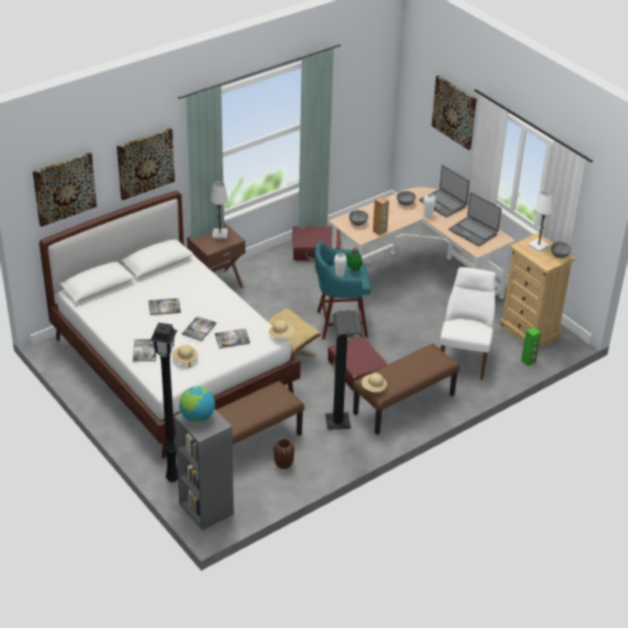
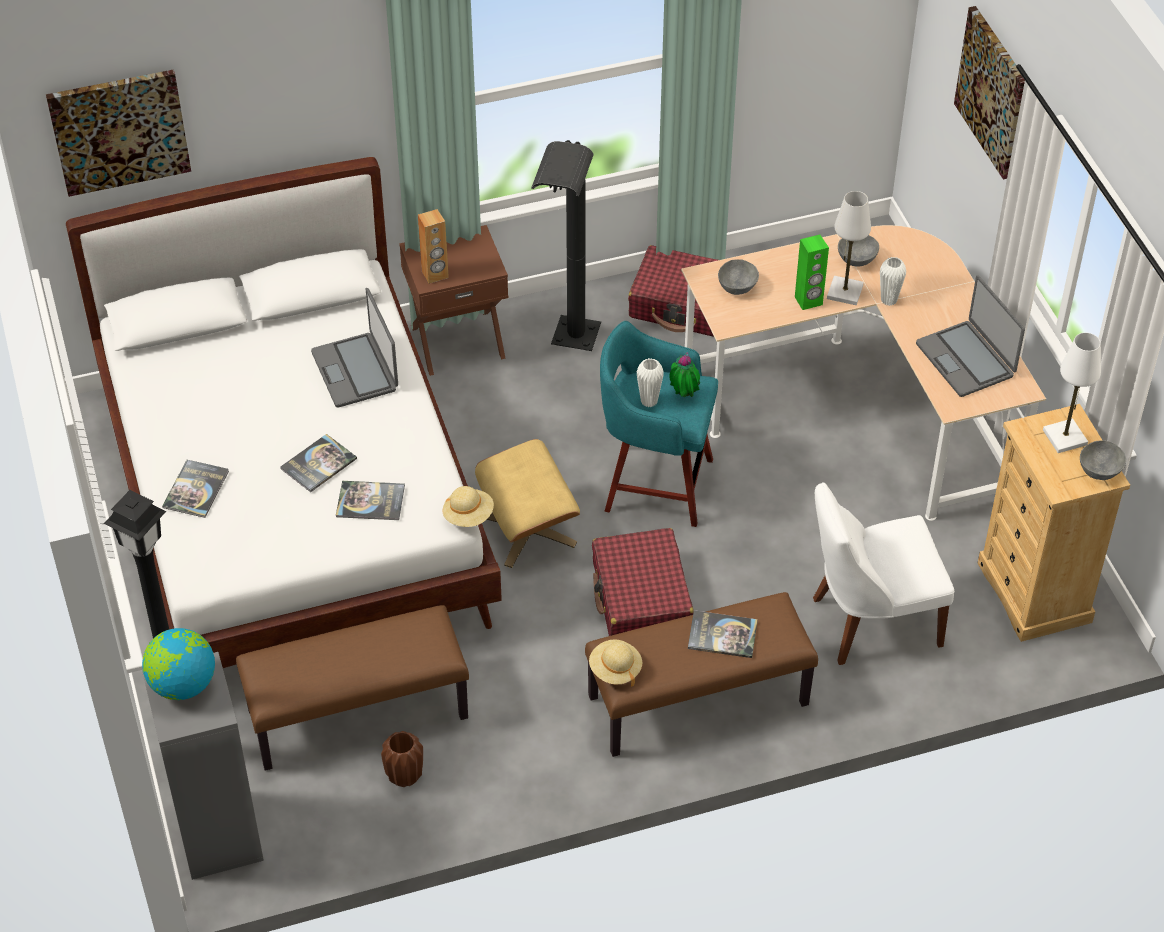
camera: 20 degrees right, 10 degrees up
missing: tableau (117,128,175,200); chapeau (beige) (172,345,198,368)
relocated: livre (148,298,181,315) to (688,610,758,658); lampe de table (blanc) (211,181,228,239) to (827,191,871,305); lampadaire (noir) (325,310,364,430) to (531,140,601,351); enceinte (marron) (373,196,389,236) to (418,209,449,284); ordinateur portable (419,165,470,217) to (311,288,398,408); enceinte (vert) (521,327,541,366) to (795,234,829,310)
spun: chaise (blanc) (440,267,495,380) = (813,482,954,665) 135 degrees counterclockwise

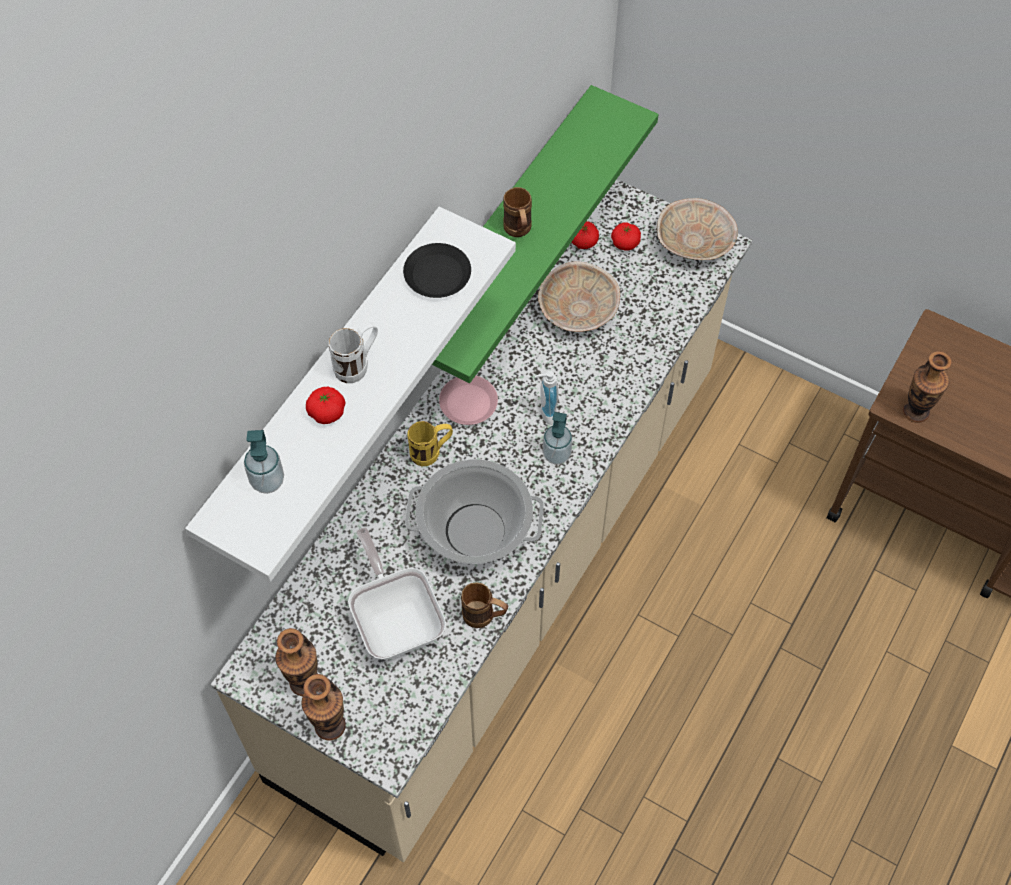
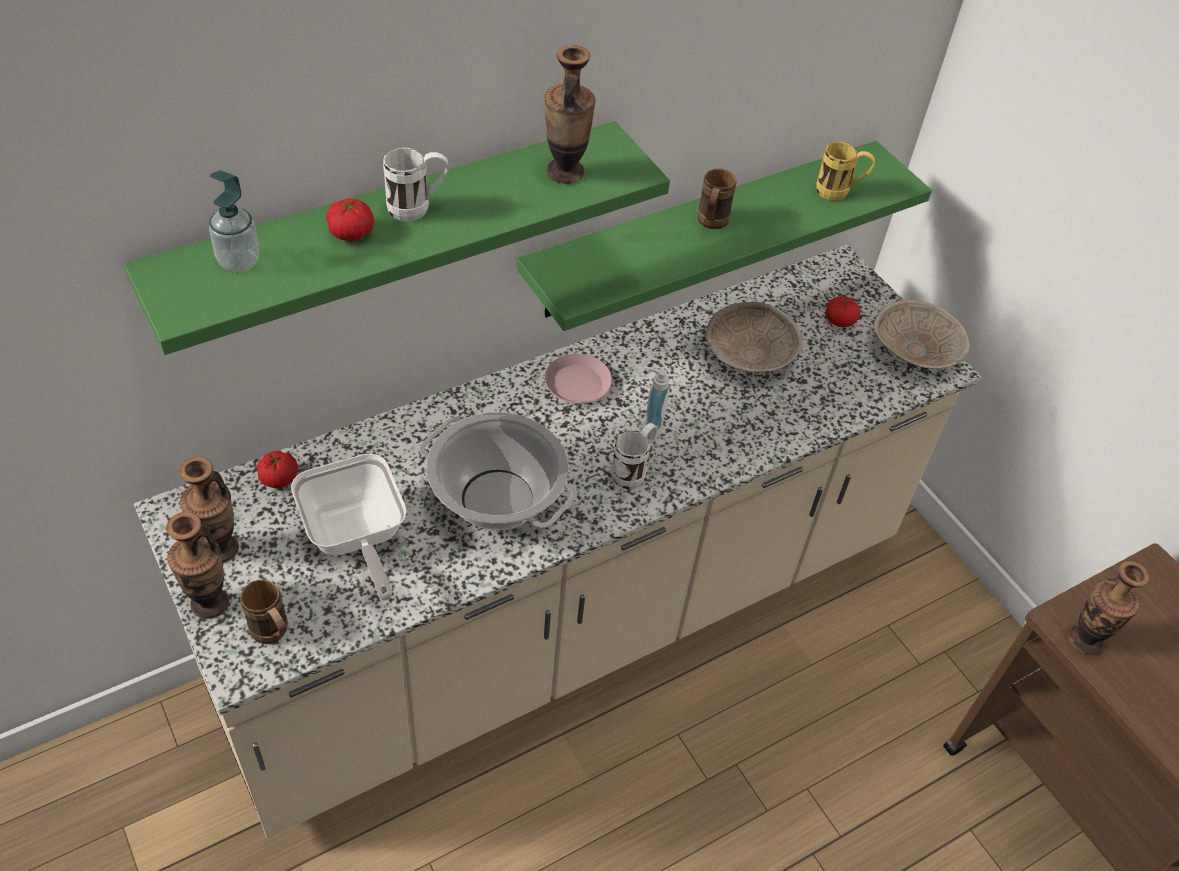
camera: 25 degrees right, 10 degrees down
relocated: mug (jaune) (408,421,453,466) to (816,142,875,201); mug (marron) (461,582,508,628) to (240,580,288,644); tomate (571,221,599,249) to (257,451,298,488)
exchanged: assiette (noir) (403,243,471,298) to vase (545,45,596,184); distributeur de savon (543,412,572,464) to mug (blanc) (611,423,658,489)
colour: étagère (blanc) (185,207,516,582) to étagère (vert) (124,121,670,355)
spun: poêle (348,527,446,660) = (291,453,407,601) 150 degrees clockwise

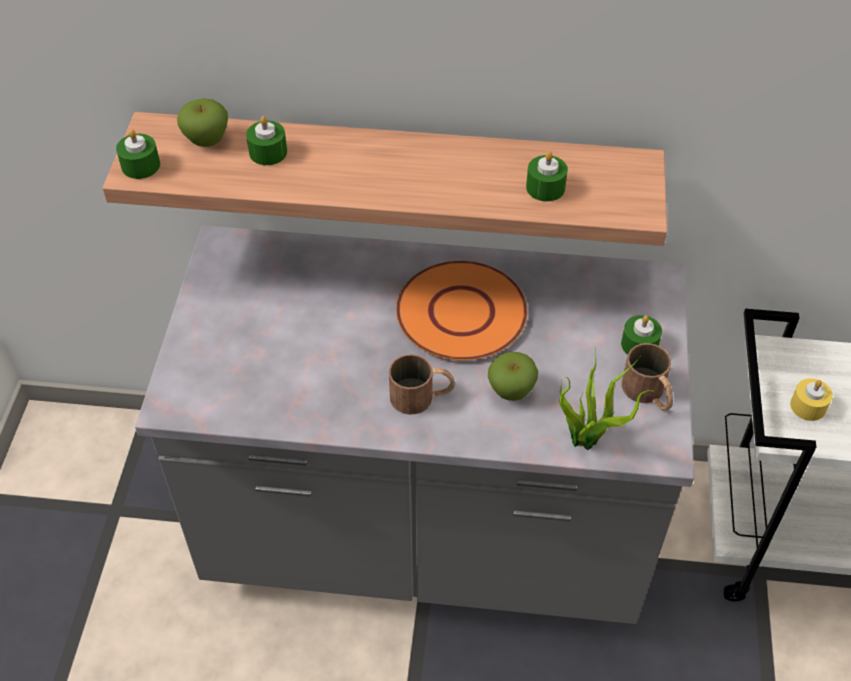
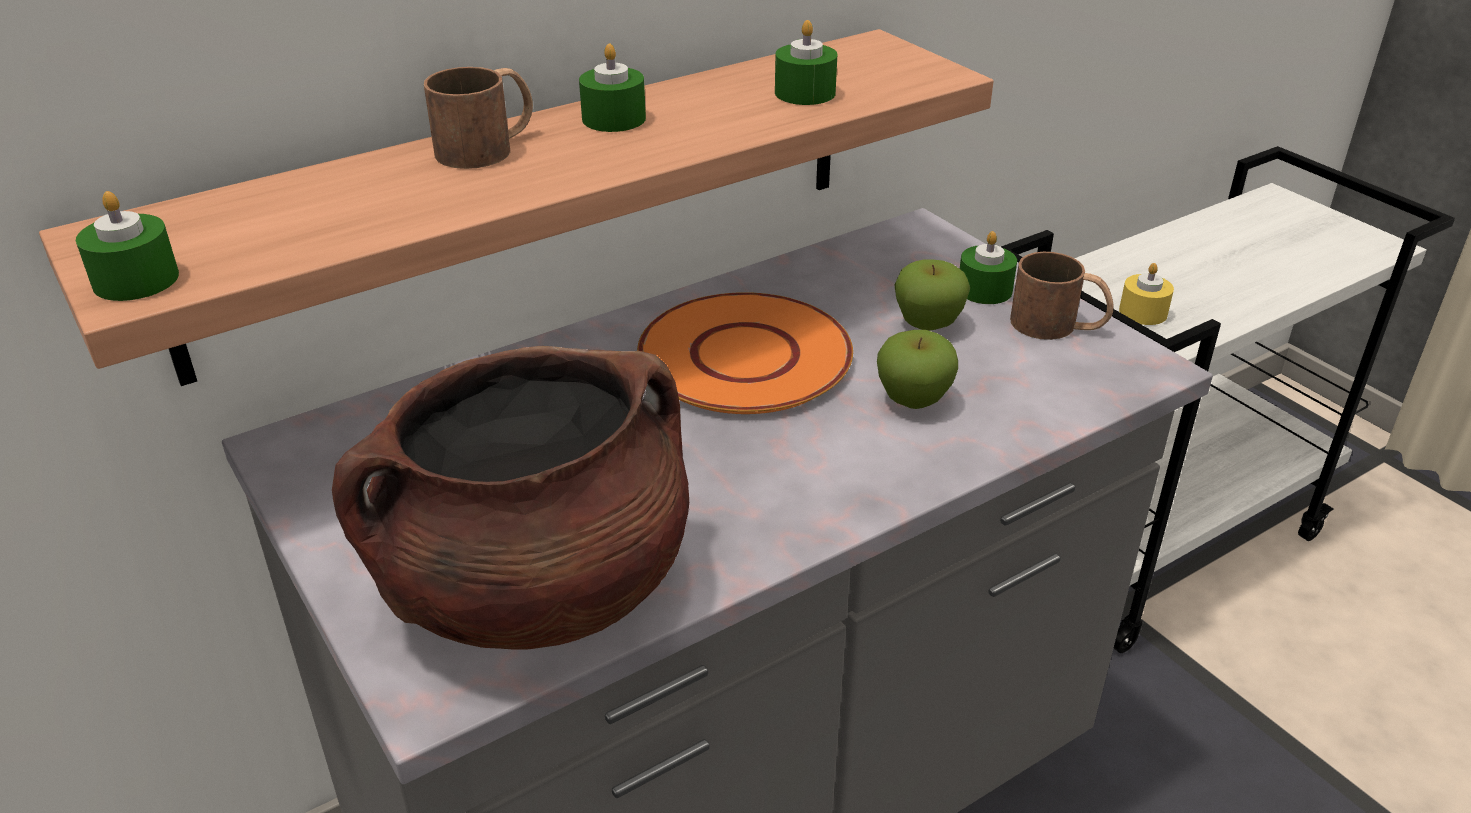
camera: 40 degrees left, 15 degrees down
missing: plante en pot (559,346,652,451)
appeared: marmite (marron) (332,346,689,650)
relocated: pomme (177,98,228,147) to (894,260,970,331); bougie (vert) (246,116,287,165) to (579,43,646,132); mug (marron) (389,354,455,415) to (424,67,533,169)

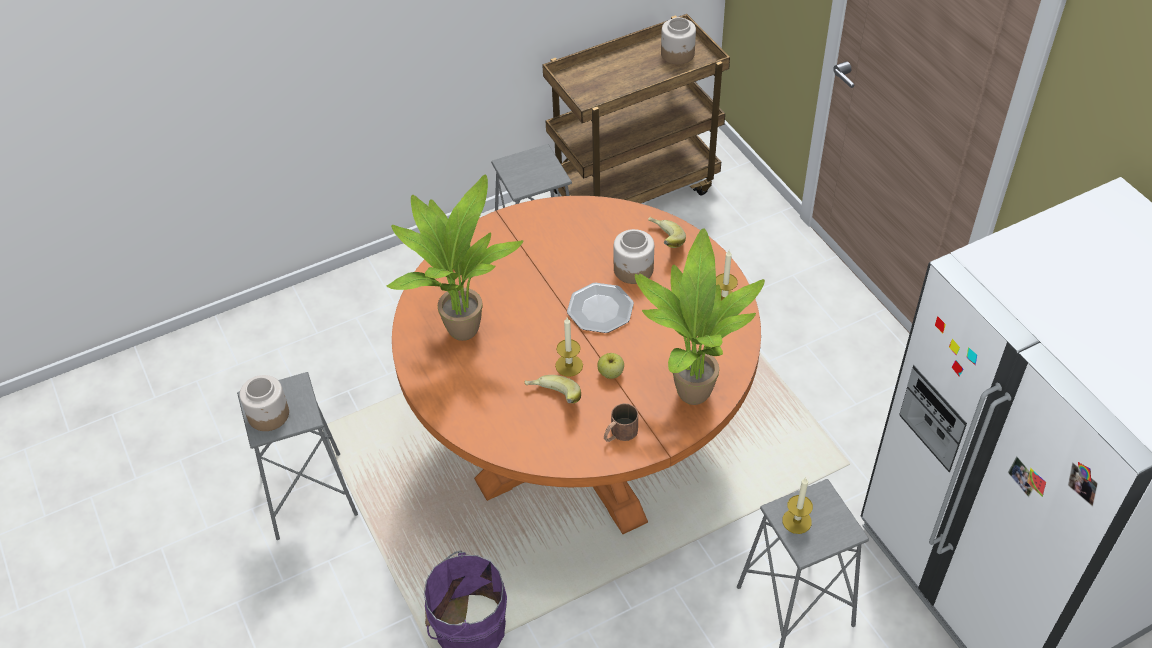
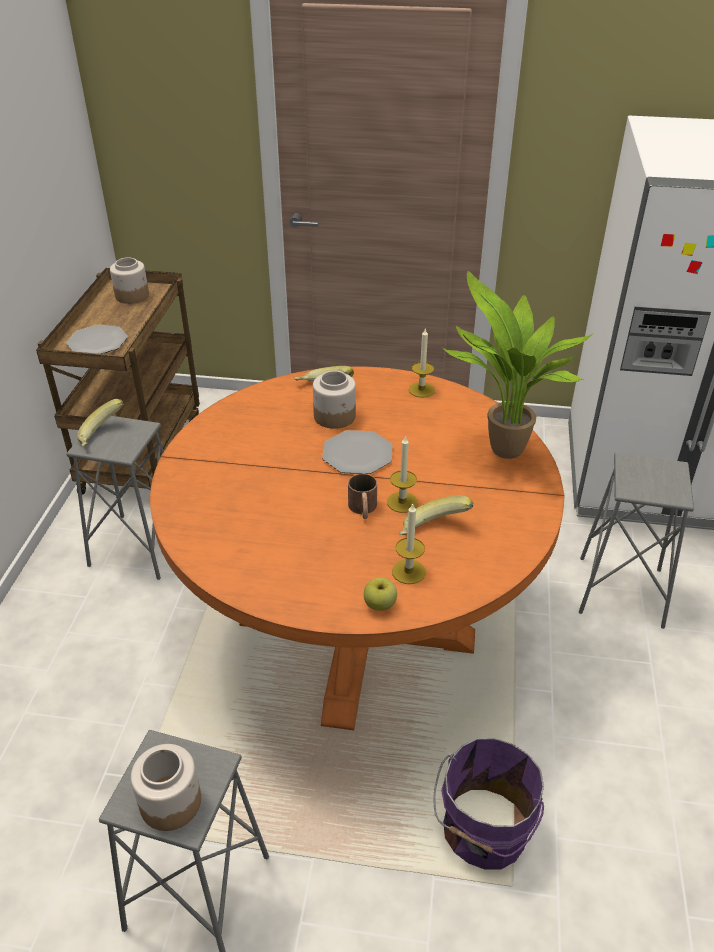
camera: 55 degrees left, 10 degrees down
missing: plante en pot (387,175,524,341)
appeared: assiette (66,325,128,354); banane (77,399,124,447)
relocated: pomme (597,353,624,379) to (364,577,397,611); mug (marron) (604,403,638,442) to (348,473,377,519); bougie (782,478,813,534) to (392,503,426,584)

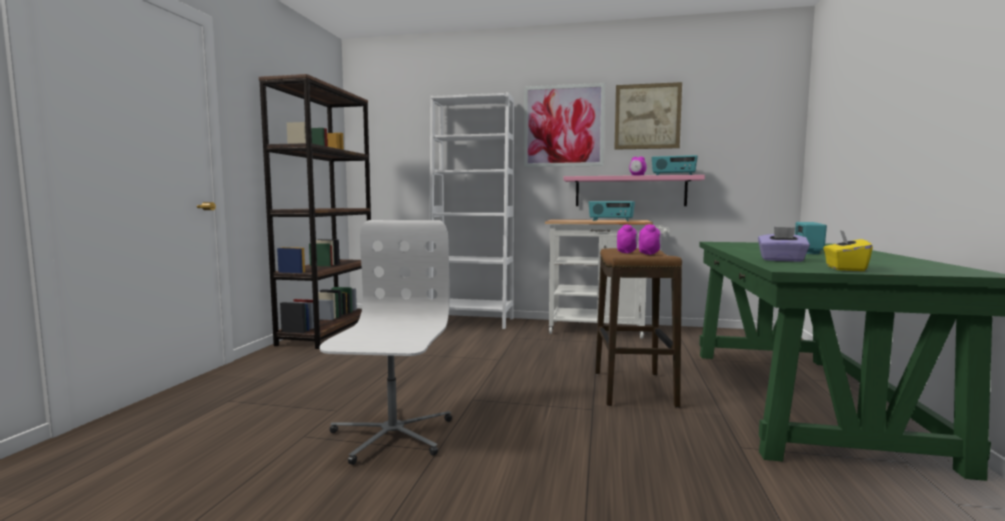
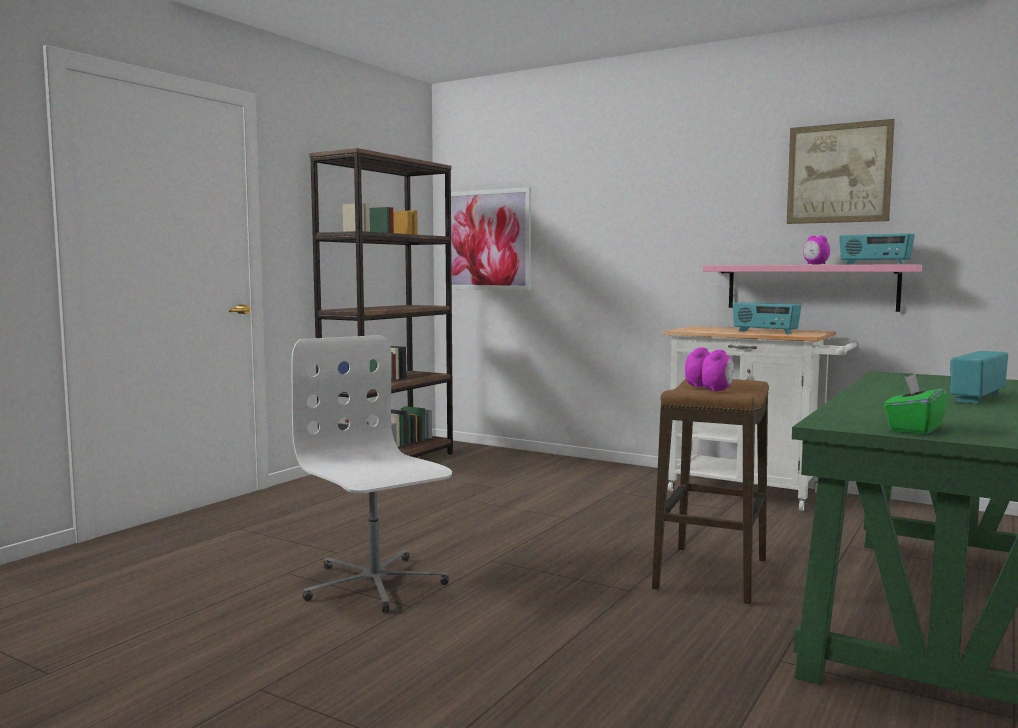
camera: 20 degrees right, 0 degrees up
missing: bibliothèque (blanc) (429,92,514,329); boîte à mouchoirs (violet) (758,227,810,262)
relocated: tableau (524,83,605,167) to (451,187,531,290)
colour: boîte à mouchoirs (jaune) (823,230,873,271) to boîte à mouchoirs (vert) (884,374,948,434)
spun: chaise de bureau (blanc) (319,220,452,465) = (291,335,452,612) 60 degrees counterclockwise

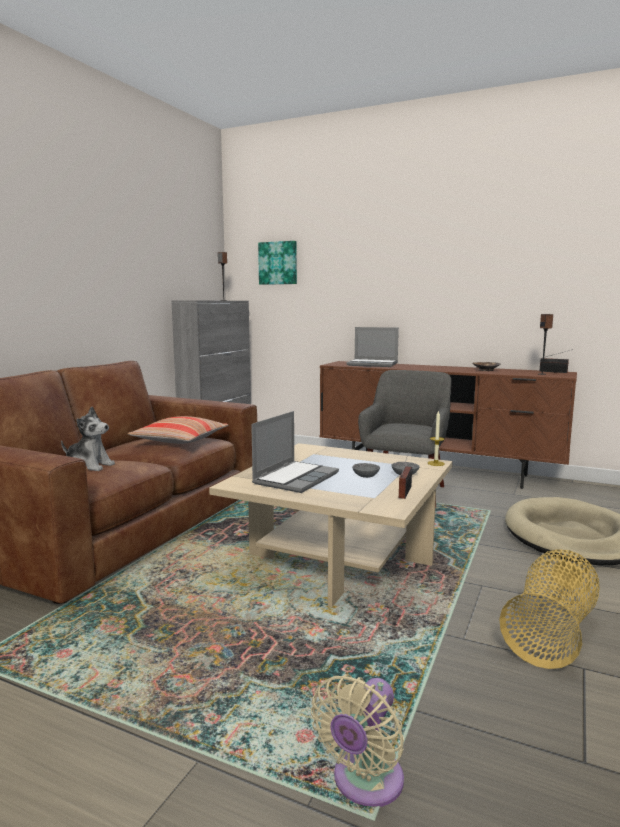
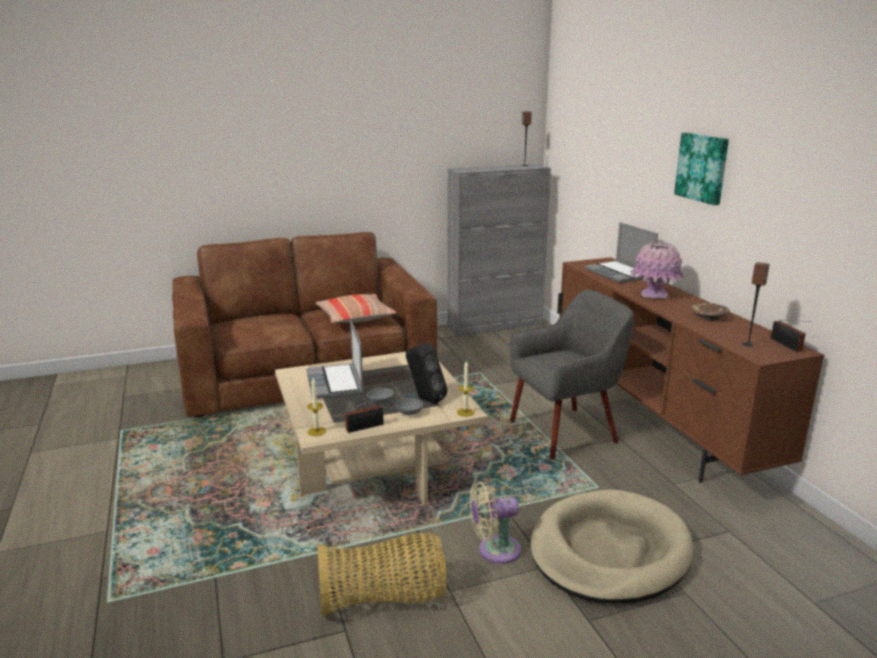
camera: 45 degrees right, 10 degrees up
missing: peluche (61,407,115,471)
appeared: bougie (307,378,326,436); enceinte (noir) (406,342,448,404); vase (rose) (630,242,685,299)
relocated: tableau (258,241,297,285) to (674,133,729,205); ventilateur (beige) (311,674,404,807) to (470,482,521,564)
spun: ordinateur portable (251,411,339,493) = (306,320,364,399) 90 degrees clockwise

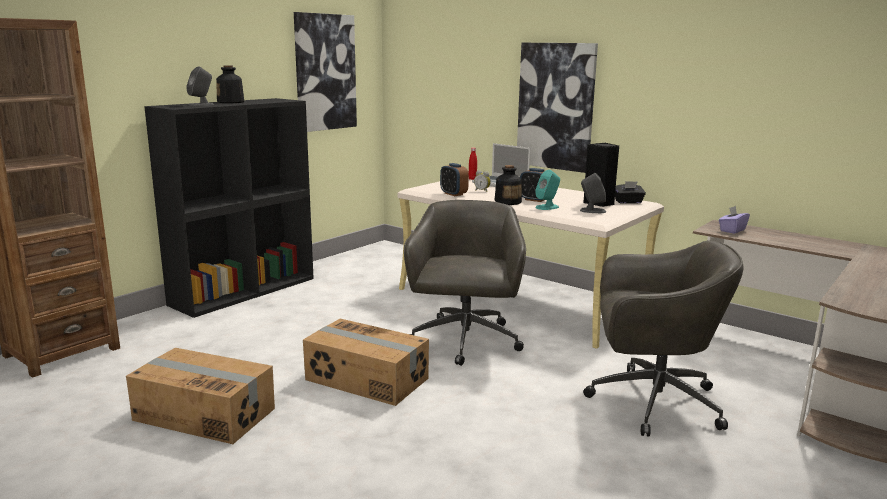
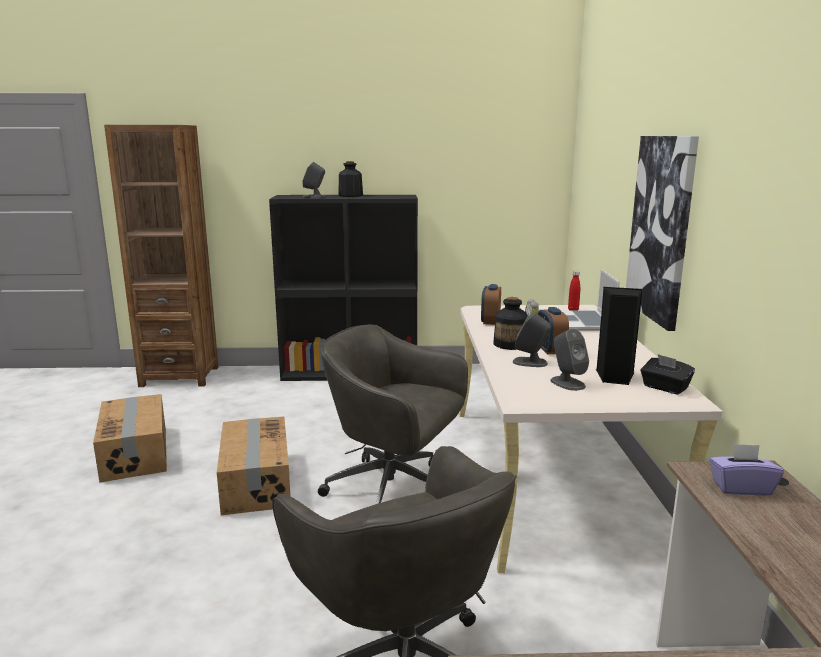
camera: 50 degrees right, 0 degrees up
missing: tableau (294,12,357,132)
colour: enceinte (turquoise) (535,170,560,210) to enceinte (gris) (513,312,551,367)
spun: chaise de bureau (gris) (404,200,526,366) = (318,325,468,504) 120 degrees counterclockwise

